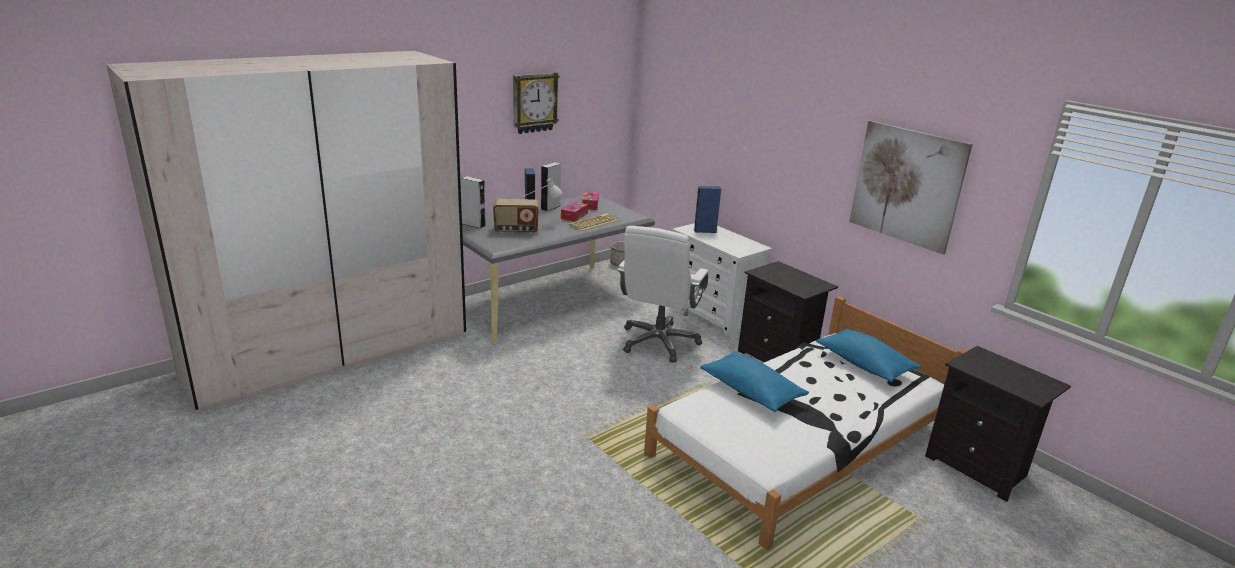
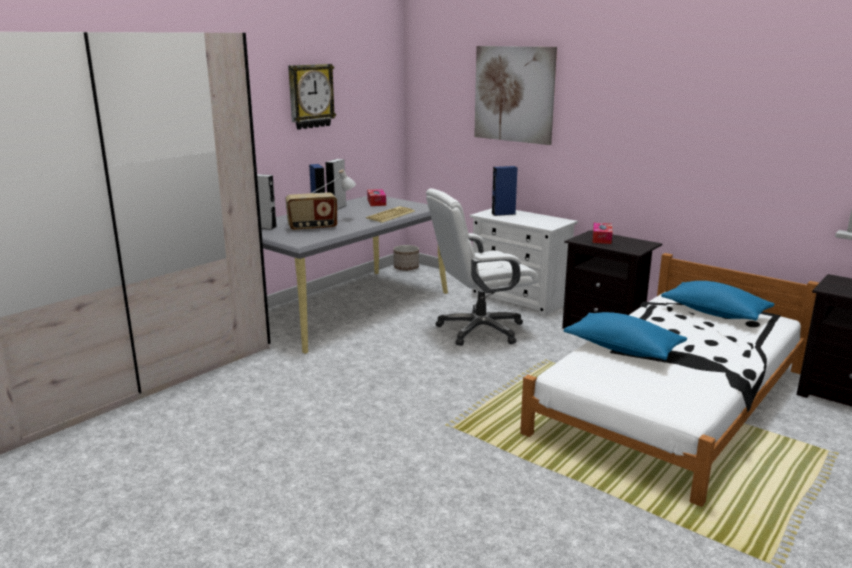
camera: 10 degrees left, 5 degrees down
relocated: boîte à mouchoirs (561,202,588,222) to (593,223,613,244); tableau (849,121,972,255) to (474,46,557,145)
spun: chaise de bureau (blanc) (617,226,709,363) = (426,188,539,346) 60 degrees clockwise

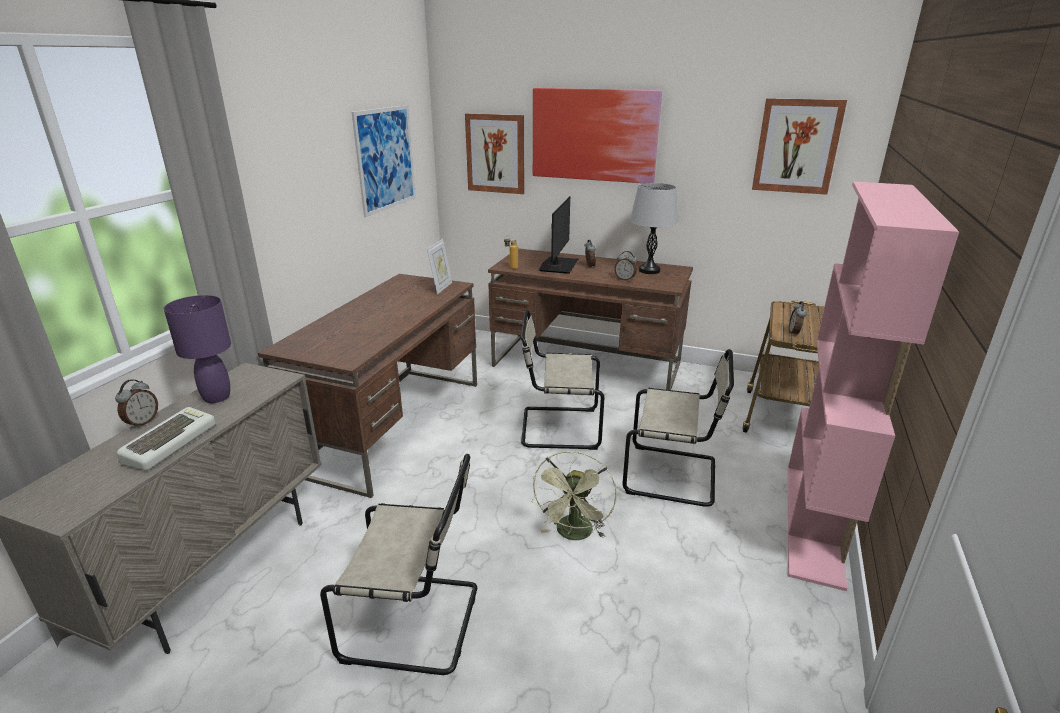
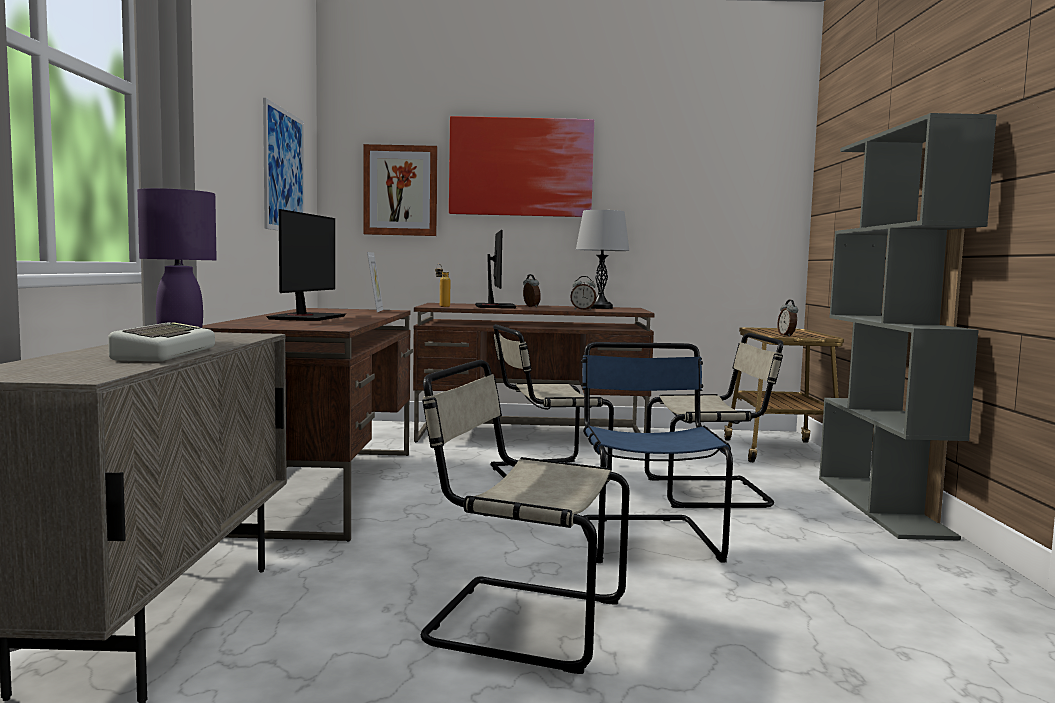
camera: 20 degrees left, 20 degrees down
missing: réveil (115,379,158,429); tableau (752,98,847,195)
appeared: écran d'ordinateur (266,209,346,321)
exchanged: ventilateur (vert) (531,451,617,540) to chaise (bleu) (581,342,733,563)
colour: bibliothèque (rose) (788,181,959,591) to bibliothèque (gris) (819,113,997,541)
spun: chaise (beige) (320,454,477,675) = (421,360,629,674) 150 degrees counterclockwise

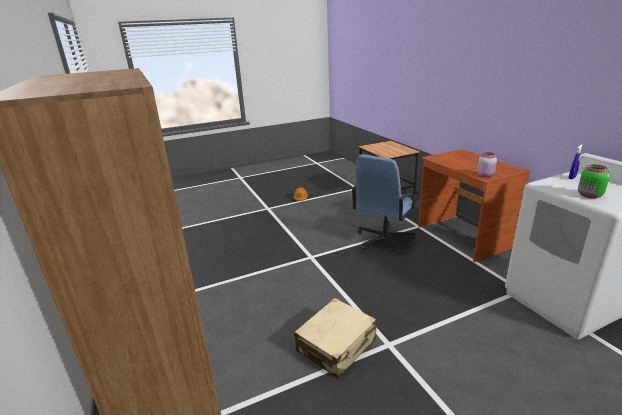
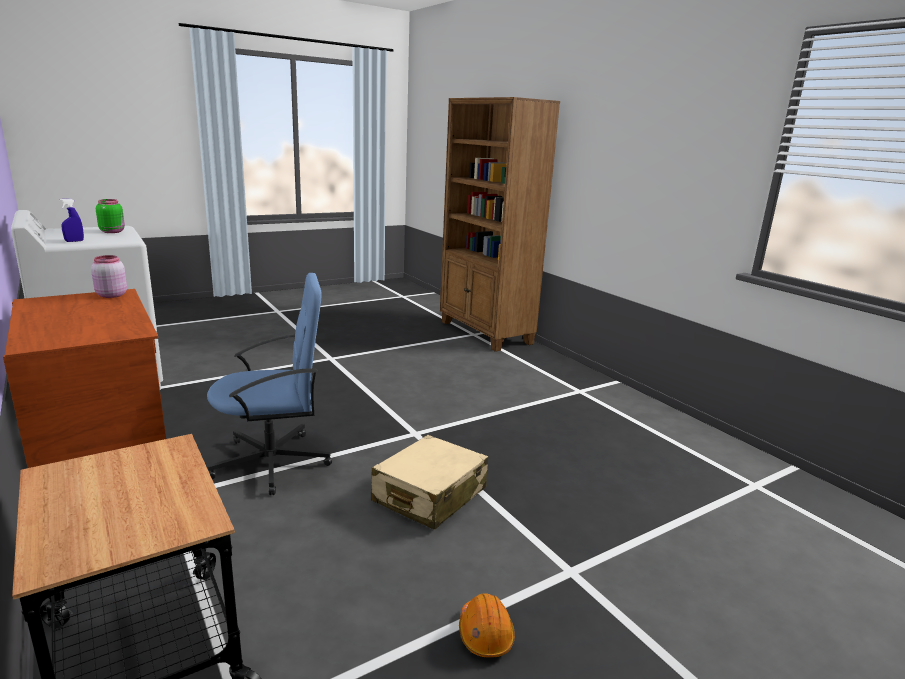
camera: 170 degrees right, 5 degrees down
relocated: valise (beige) (294,298,377,378) to (371,435,488,530)
spun: chaise de bureau (bleu) (351,155,418,254) = (207,273,332,495) 45 degrees clockwise

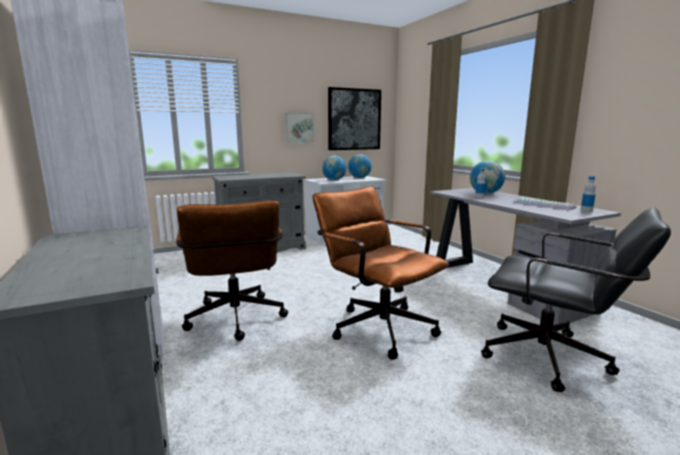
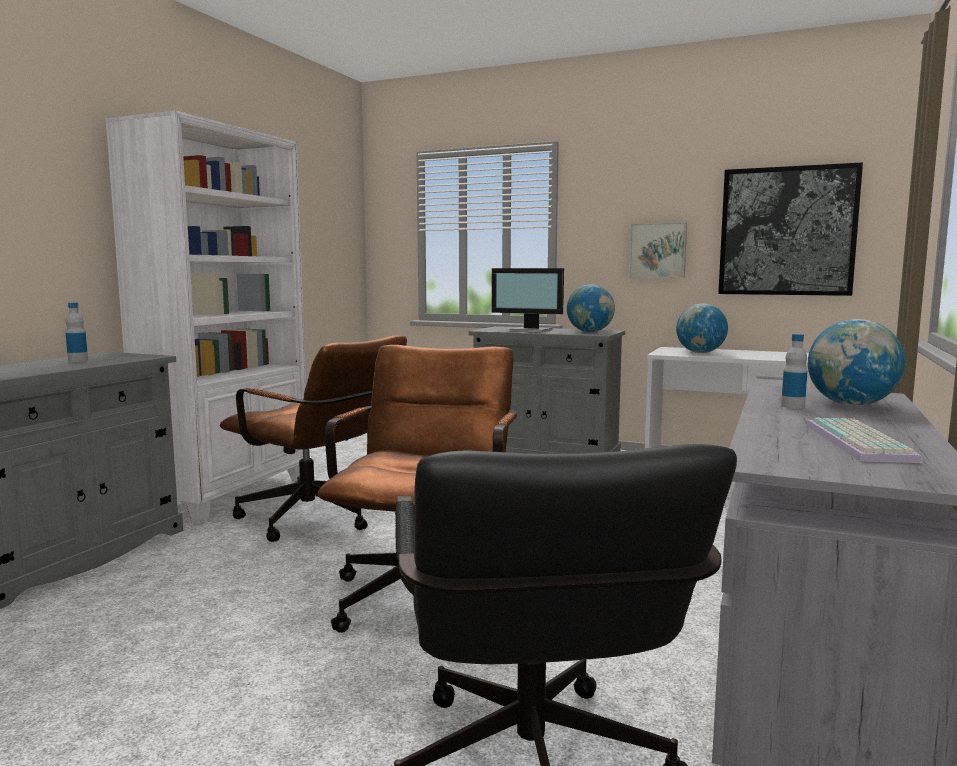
camera: 50 degrees right, 5 degrees down
appeared: écran d'ordinateur (492,268,564,333)
relocated: globe (348,154,372,178) to (567,284,615,332); bouteille (581,176,596,212) to (66,303,88,362)
spun: chaise de bureau (marron) (176,200,288,341) = (220,335,407,542) 90 degrees counterclockwise

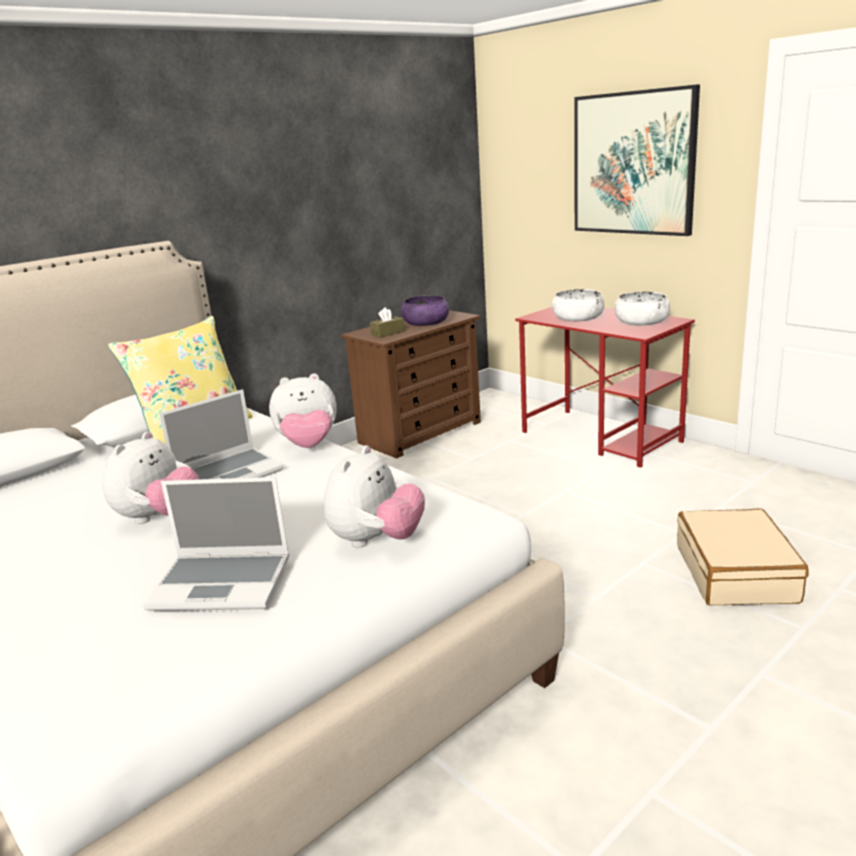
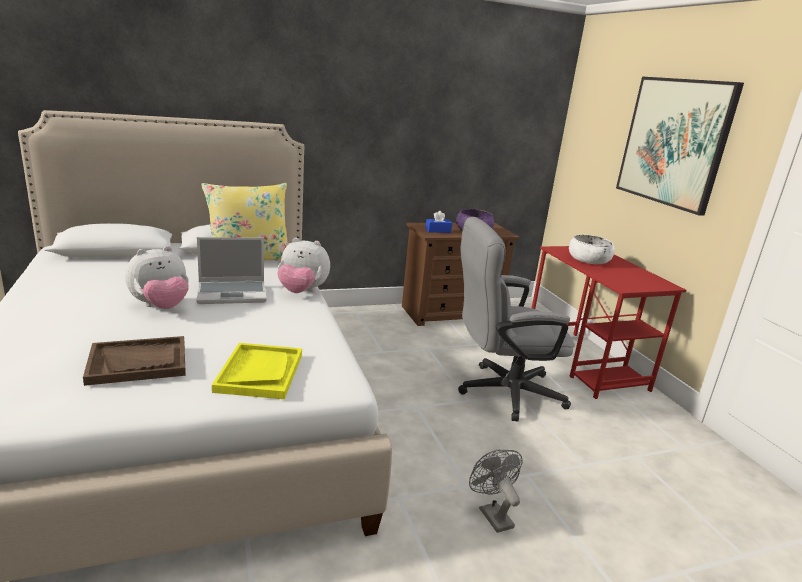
camera: 20 degrees right, 0 degrees up
missing: bol (blanc) (615,292,670,325); valise (beige) (677,508,808,605)
appeared: chaise de bureau (gris) (458,217,575,422); ventilateur (gris) (469,450,522,533)
exchanged: ordinateur portable (143,477,289,611) to plateau (marron) (83,336,186,386); peluche (324,445,425,548) to plateau (jaune) (212,343,302,399)
colour: boîte à mouchoirs (marron) (370,307,405,338) to boîte à mouchoirs (bleu) (425,211,452,233)

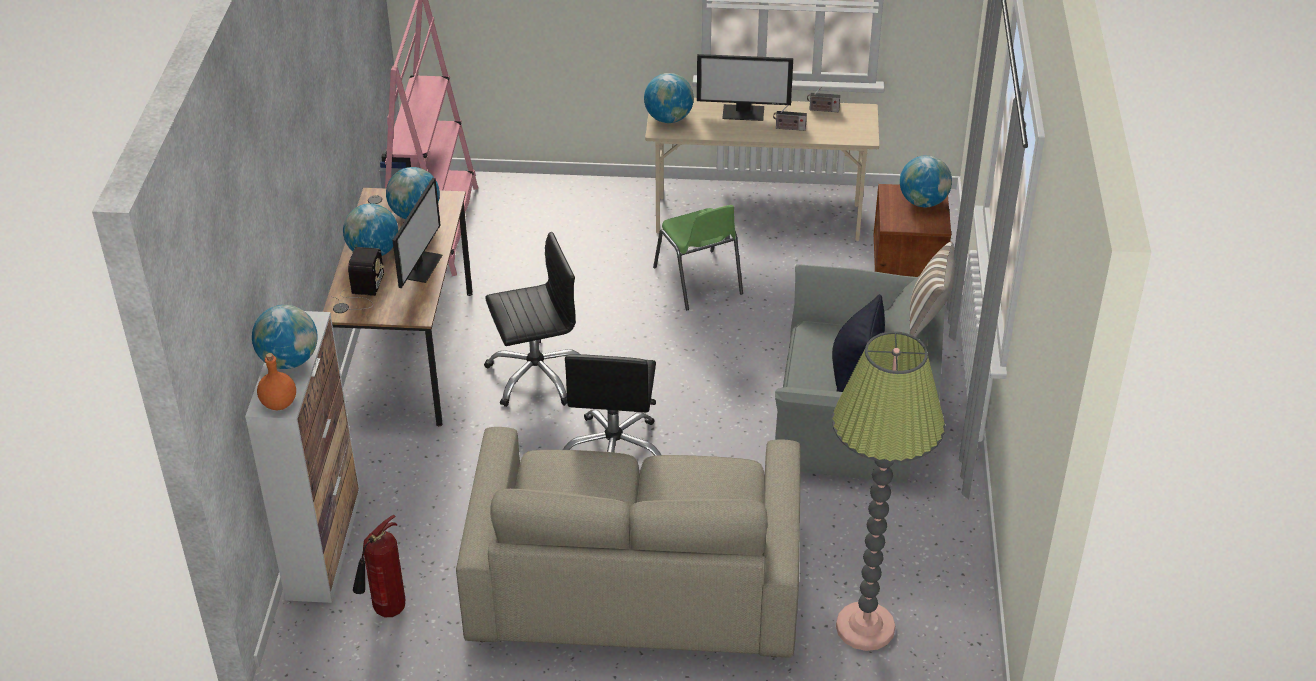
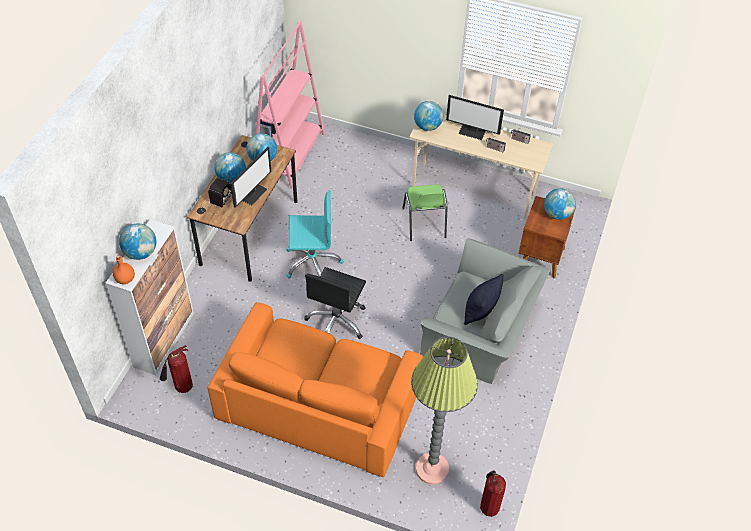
camera: 15 degrees right, 10 degrees up
missing: coussin (910,242,955,337)
appeared: extincteur (480,471,506,517)
colour: canapé (beige) (456,427,801,657) to canapé (orange) (207,302,423,477); chaise de bureau (noir) (484,232,580,407) to chaise de bureau (turquoise) (286,190,344,279)

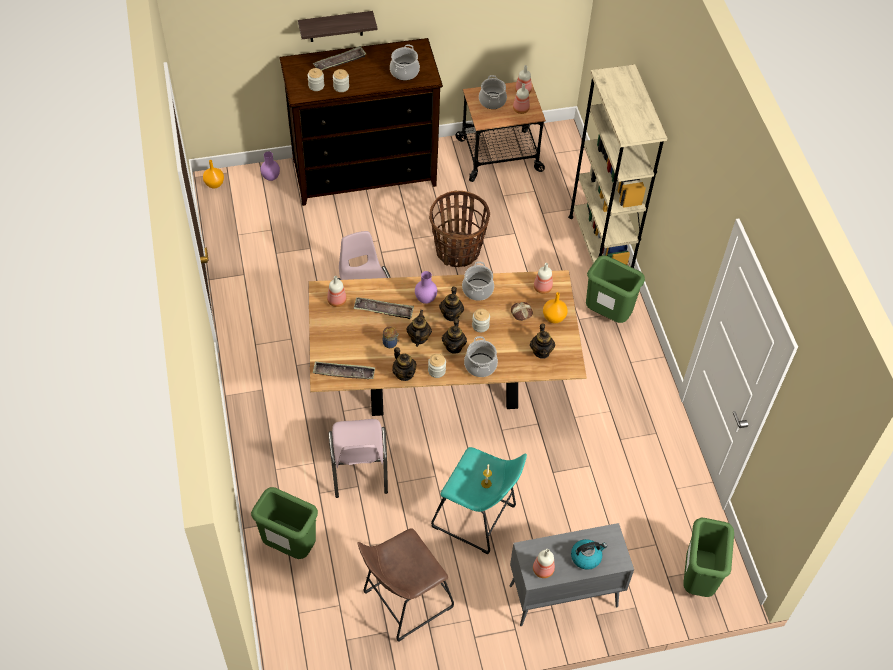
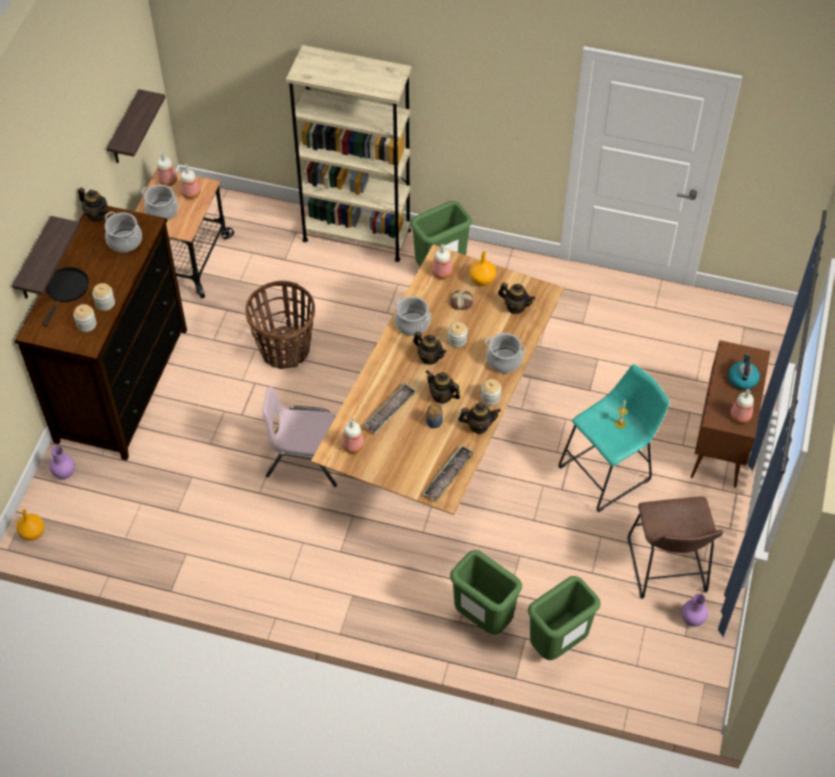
camera: 60 degrees left, 0 degrees up
missing: chaise (rose) (328,419,388,498)
appeared: étagère (107,89,165,164)
relocated: vase (violet) (415,271,437,304) to (682,593,708,627); théière (442,318,467,354) to (78,188,108,221); poubelle (vert) (683,518,734,597) to (450,550,522,635)
exchanged: plateau (313,46,366,70) to poêle (noir) (43,267,89,326)
colour: meuble de rangement (gris) (510,523,634,626) to meuble de rangement (marron) (691,340,770,488)

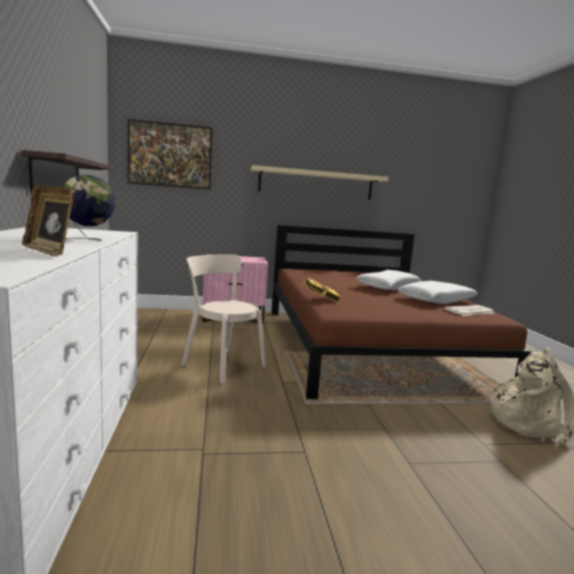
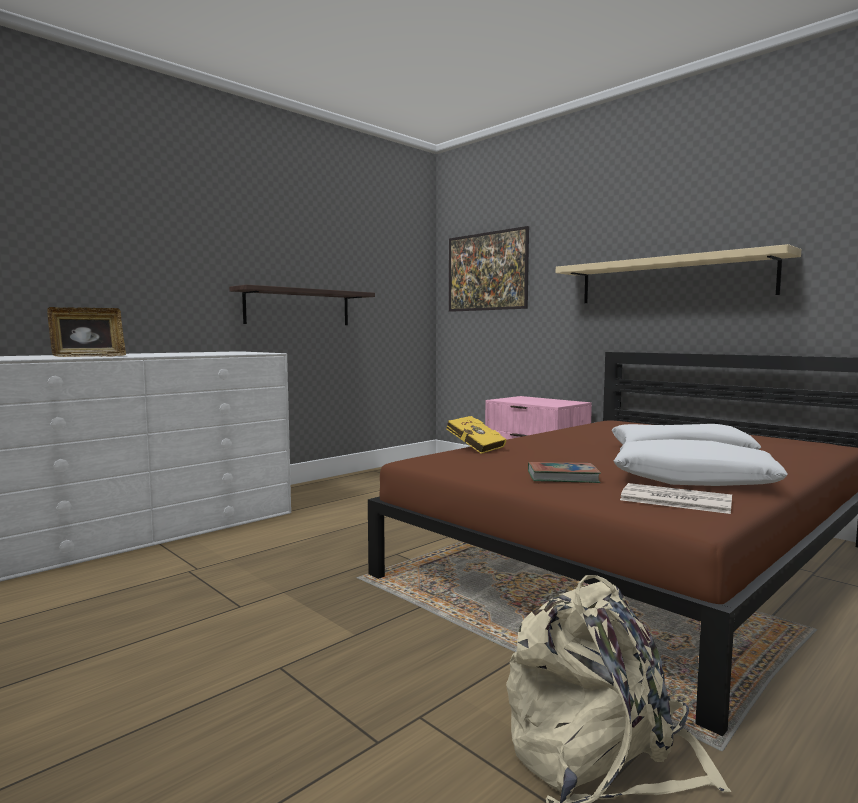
camera: 55 degrees right, 5 degrees down
missing: globe (62,175,115,241); chaise (beige) (181,255,266,383)
appeared: livre (528,462,601,483)
spun: cadre photo (22,185,74,257) = (47,307,126,357) 135 degrees counterclockwise

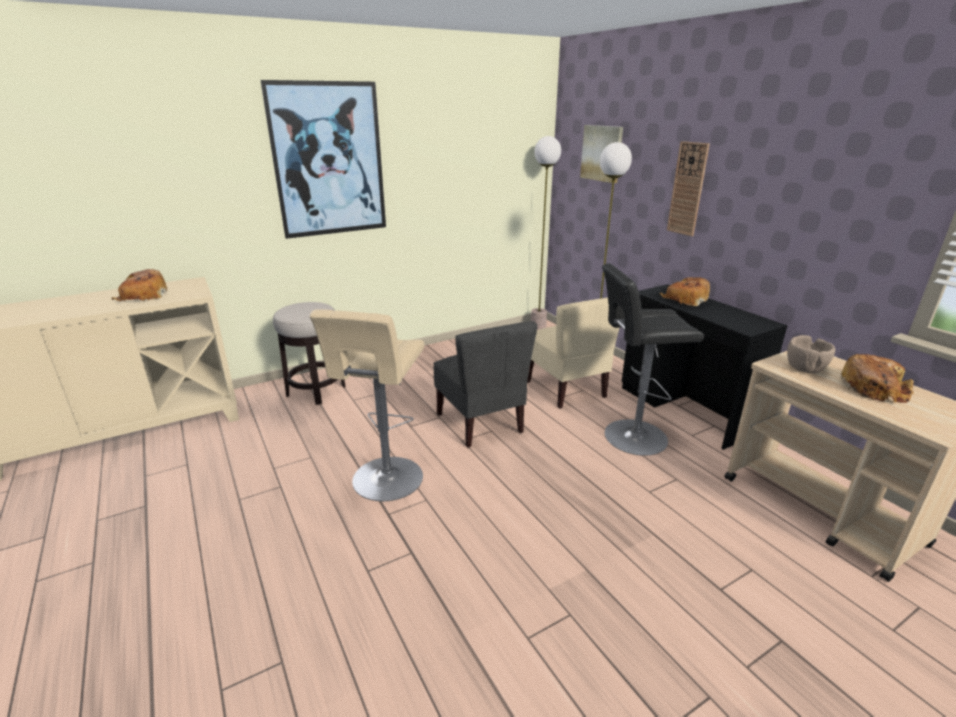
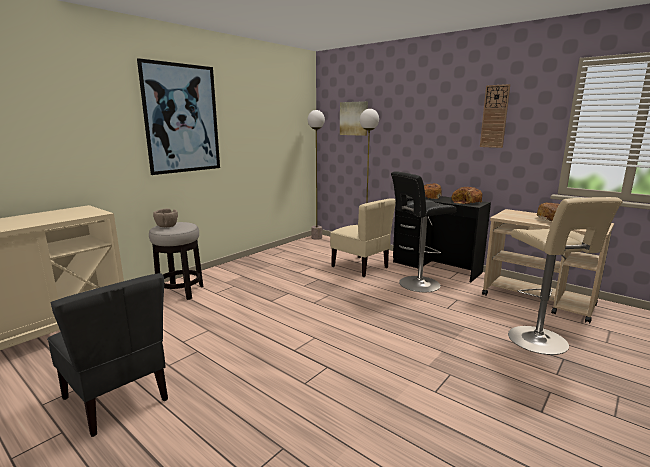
camera: 20 degrees left, 10 degrees down
relocated: pain (112,269,167,301) to (451,187,482,204); tabouret (beige) (310,310,424,501) to (508,197,623,355); chaise (gris) (433,321,537,448) to (47,273,168,437); horloge murale (667,141,710,236) to (480,84,510,148); bol (marron) (787,335,835,373) to (153,208,178,227)

